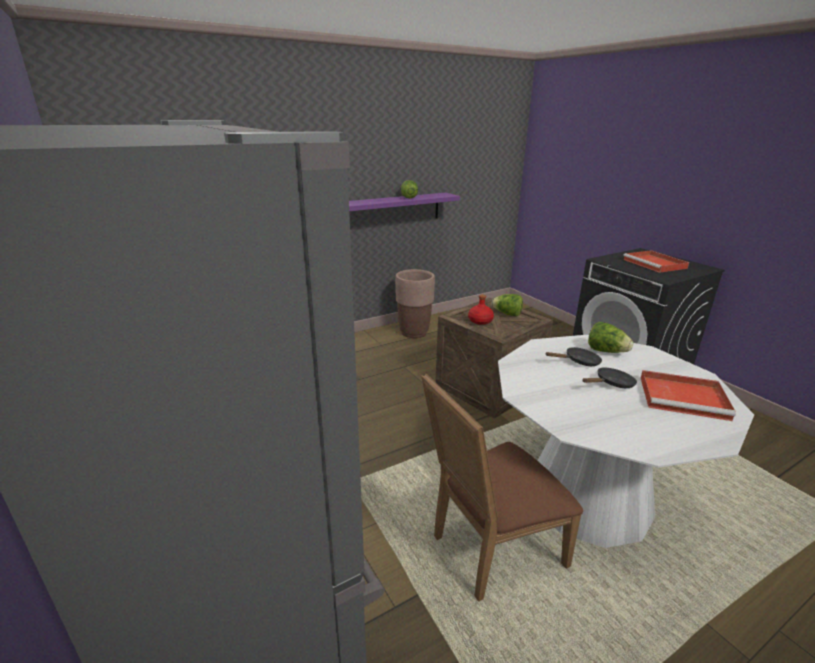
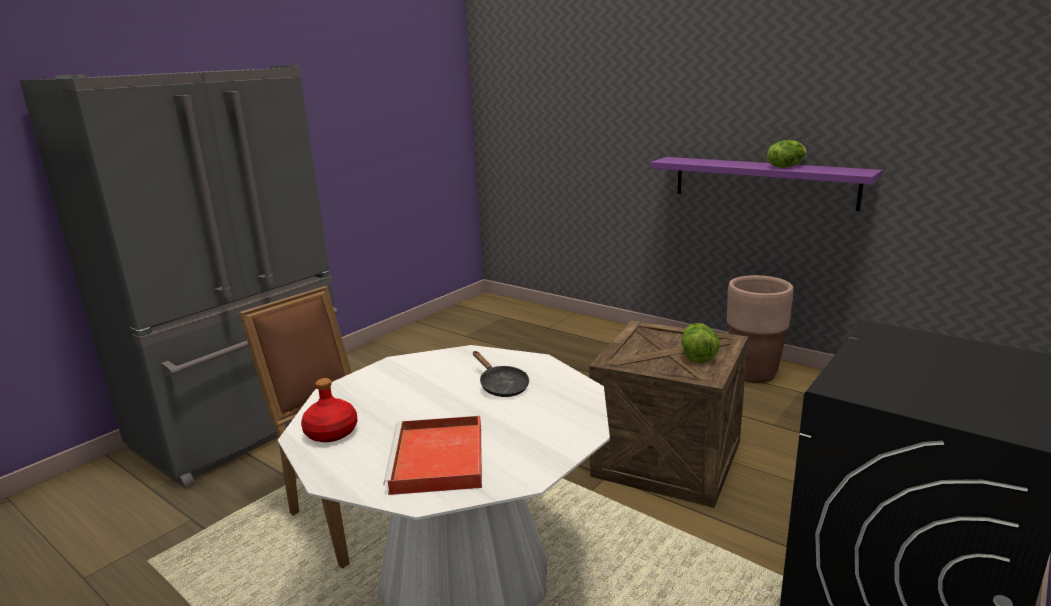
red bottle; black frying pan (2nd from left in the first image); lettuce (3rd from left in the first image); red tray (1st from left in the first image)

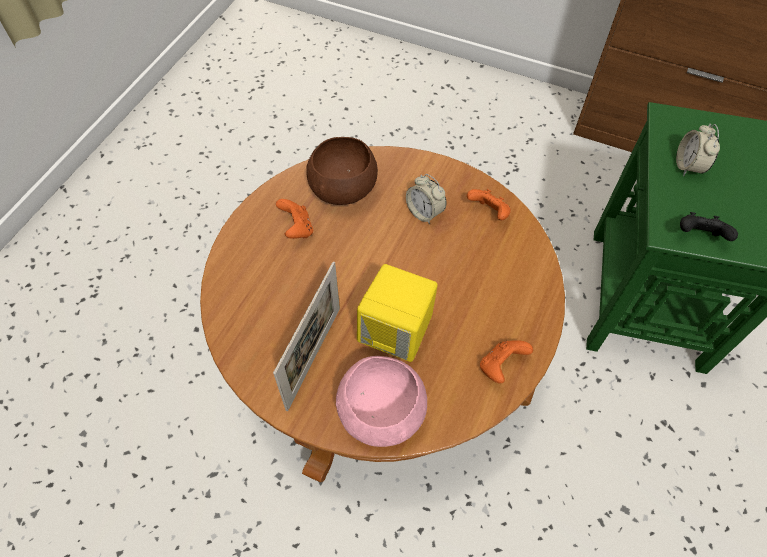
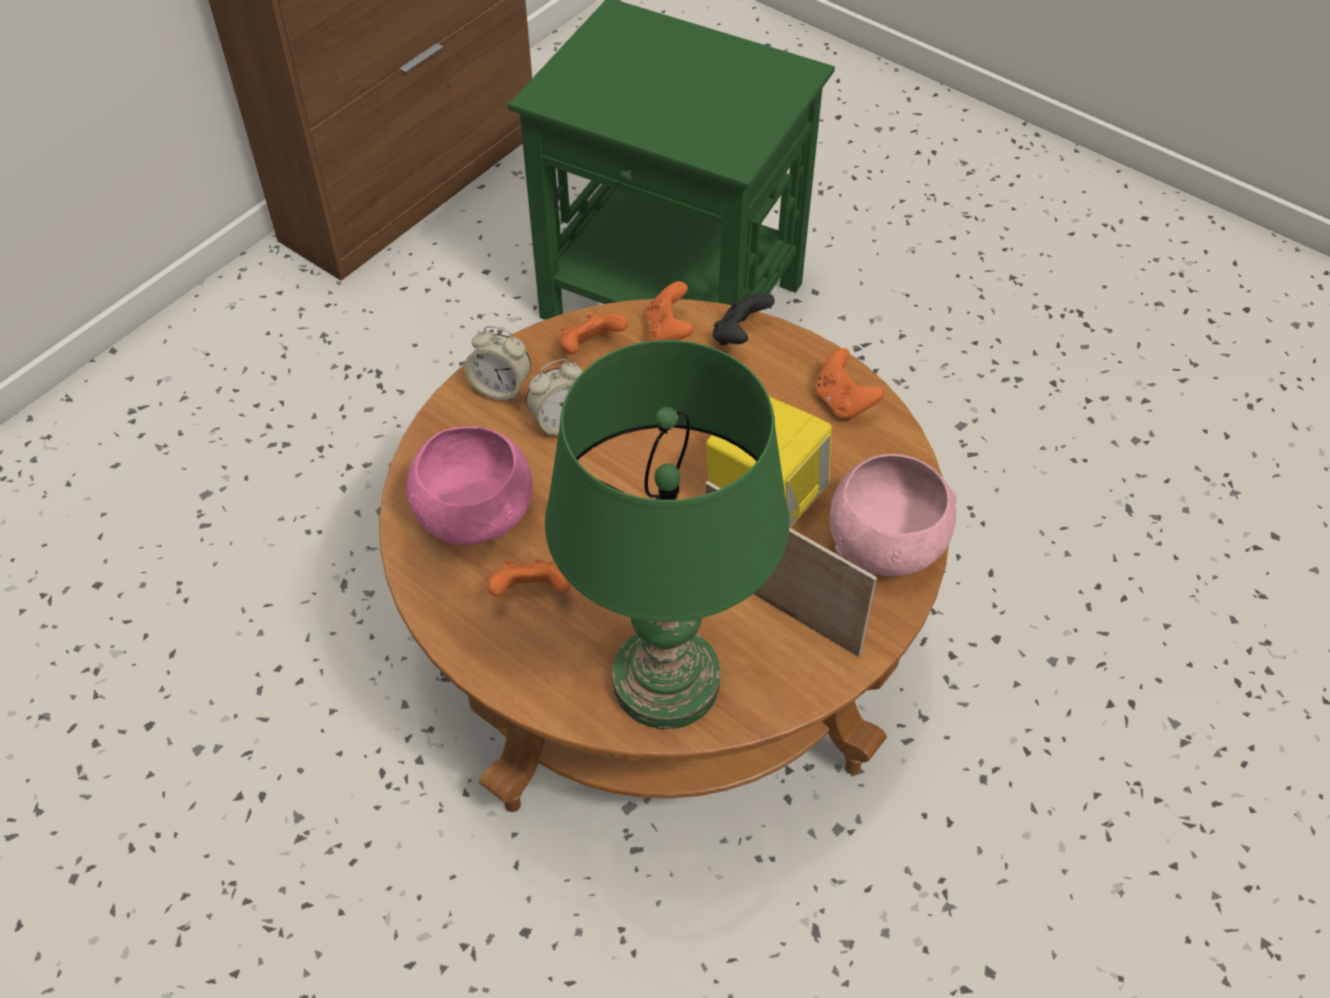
pink bowl (1st from left); alarm clock (1st from left); black game controller; green table lamp; orange game controller (3rd from left)

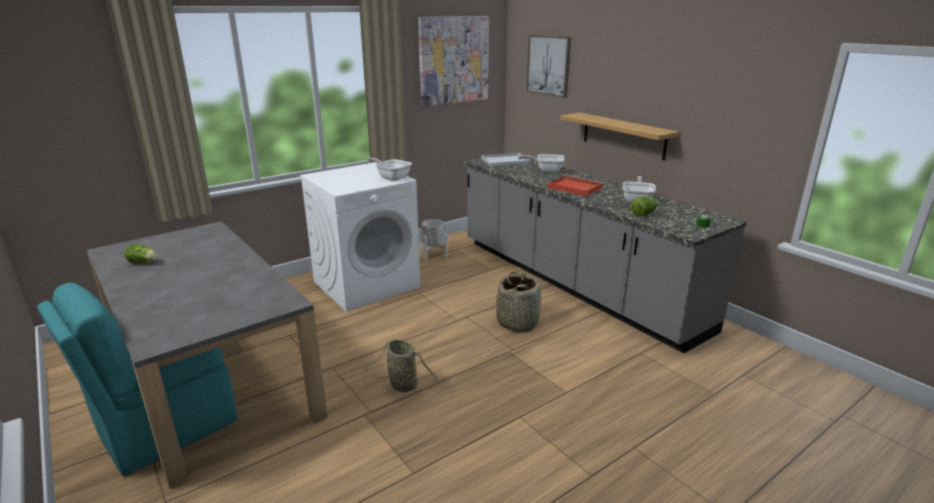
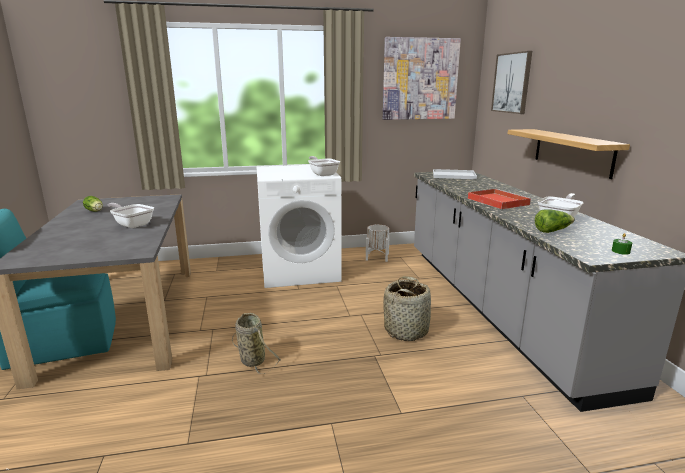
frying pan (1st from left)

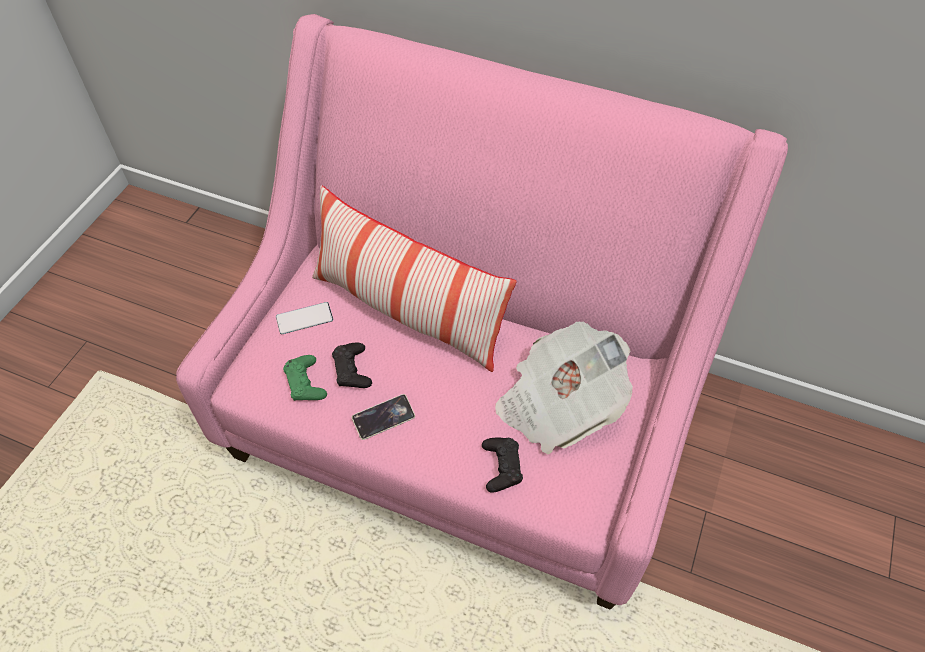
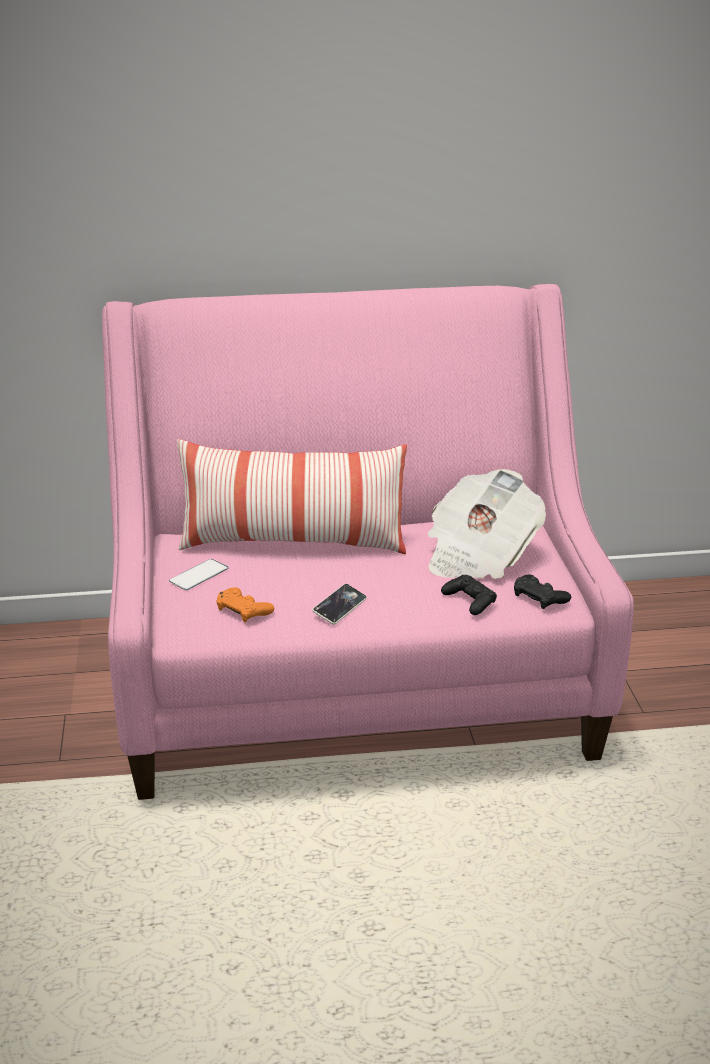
orange game controller; black game controller (2nd from left)

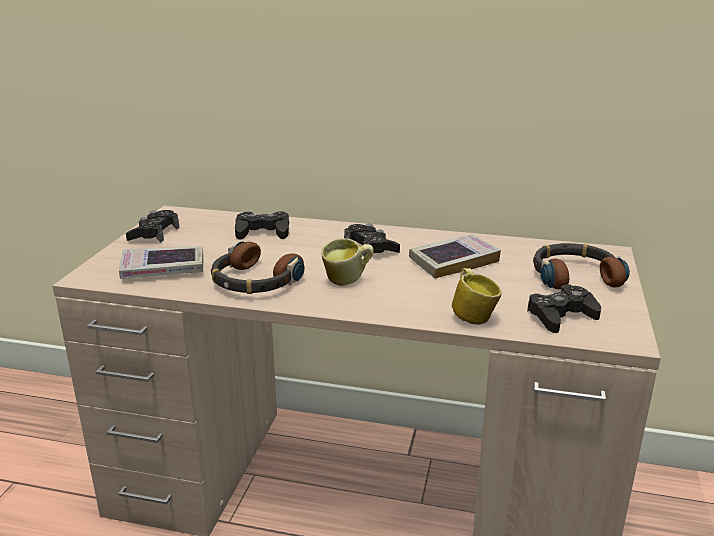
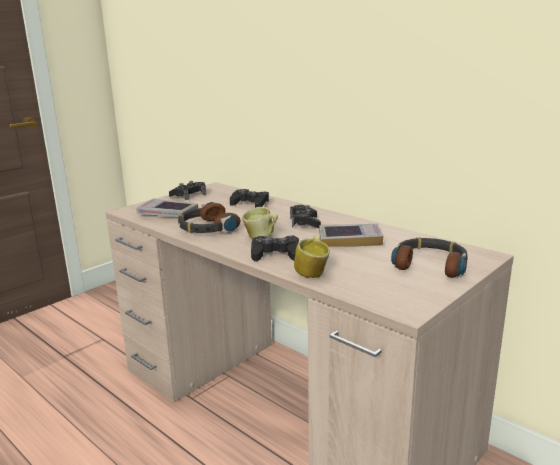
black game controller (3rd from left)

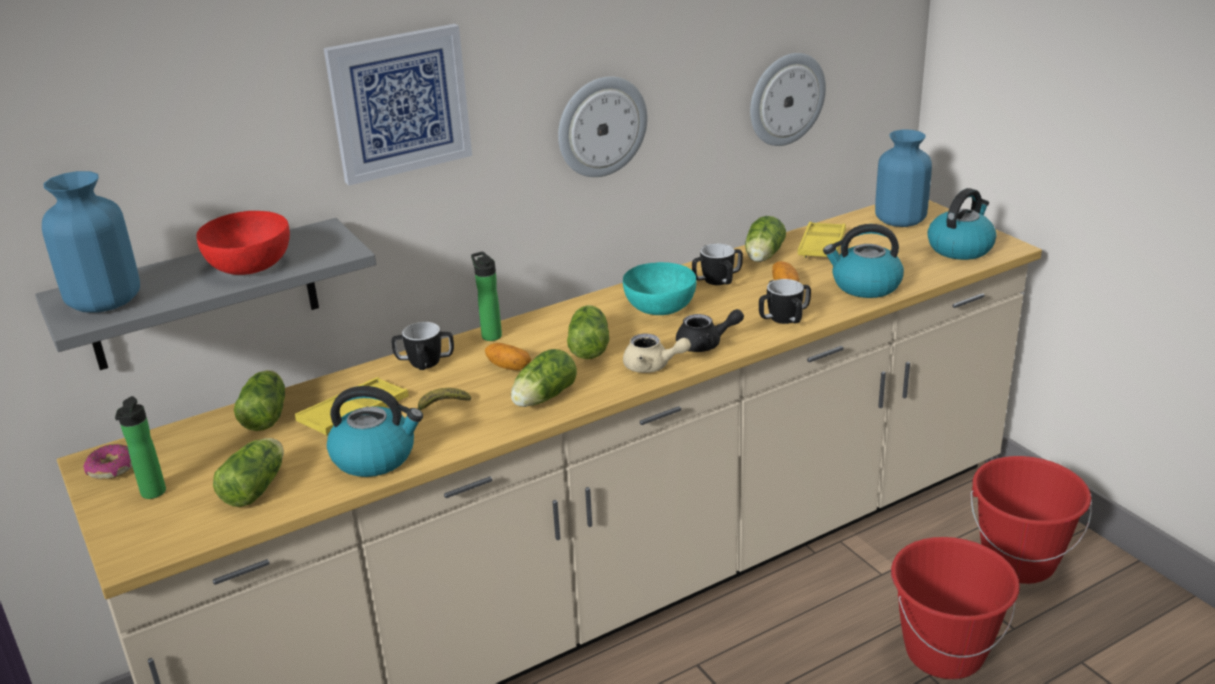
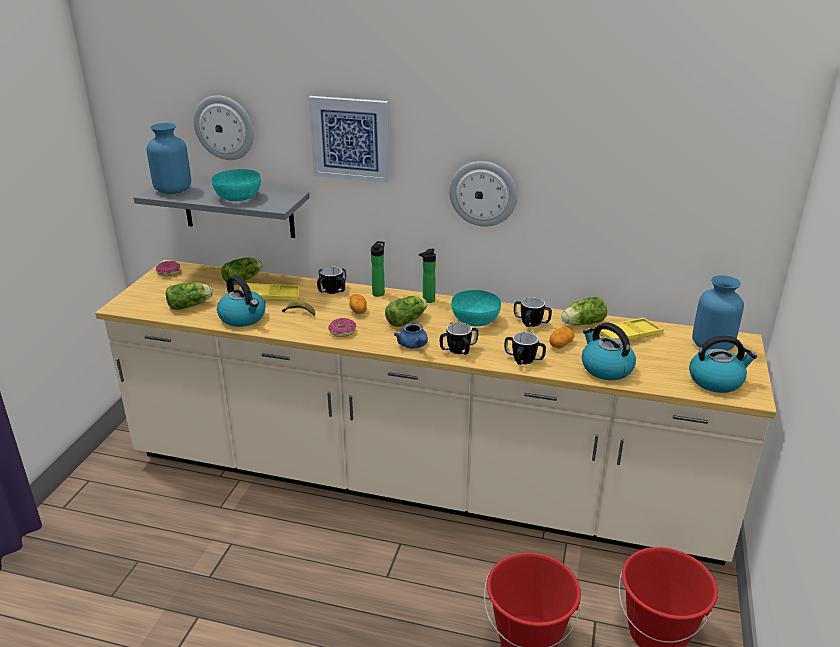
bottle (2nd from left); turquoise bowl (1st from left); donut (2nd from left); blue teapot; mug (2nd from left); wall clock (1st from left)

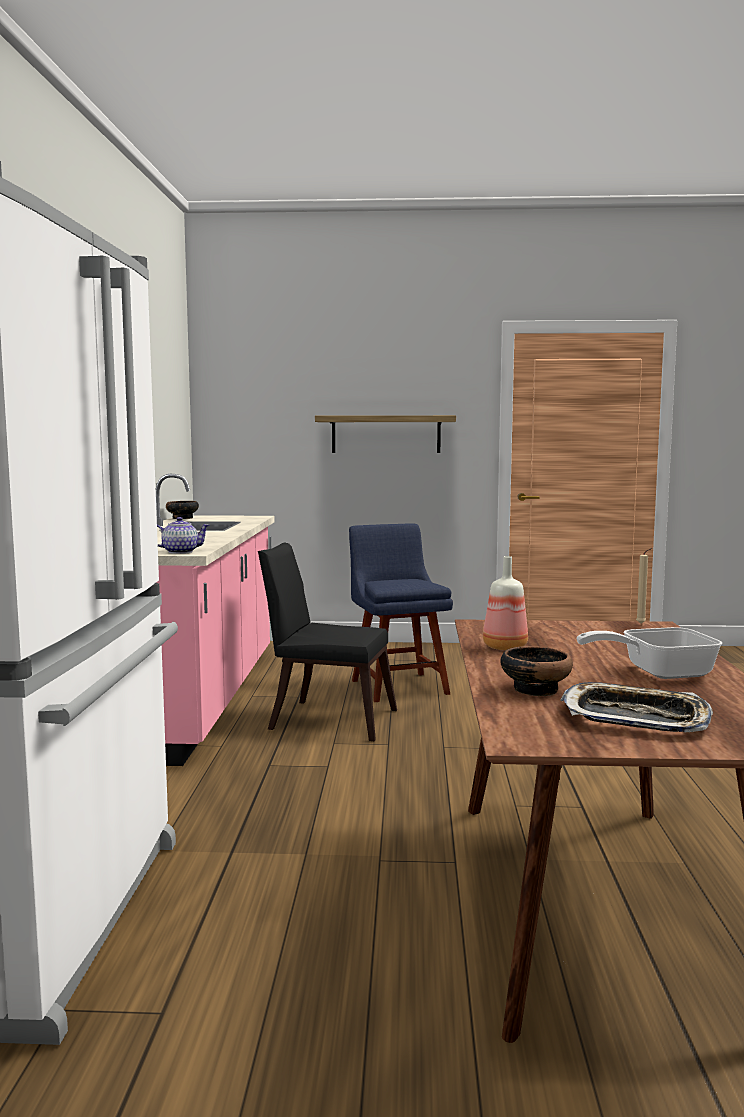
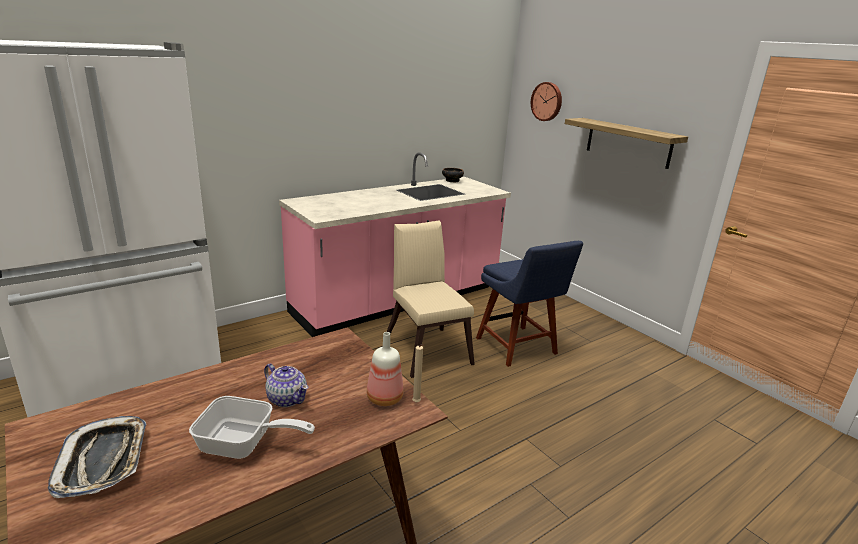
teapot; beige chair; blue chair; bottle; bowl (2nd from left in the first image); frying pan; wall clock

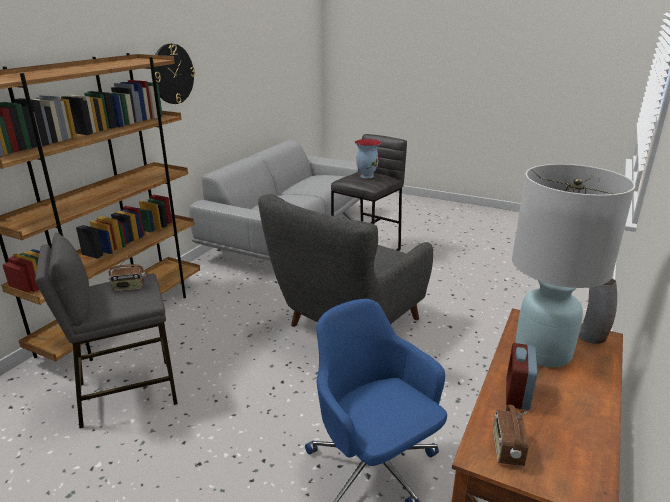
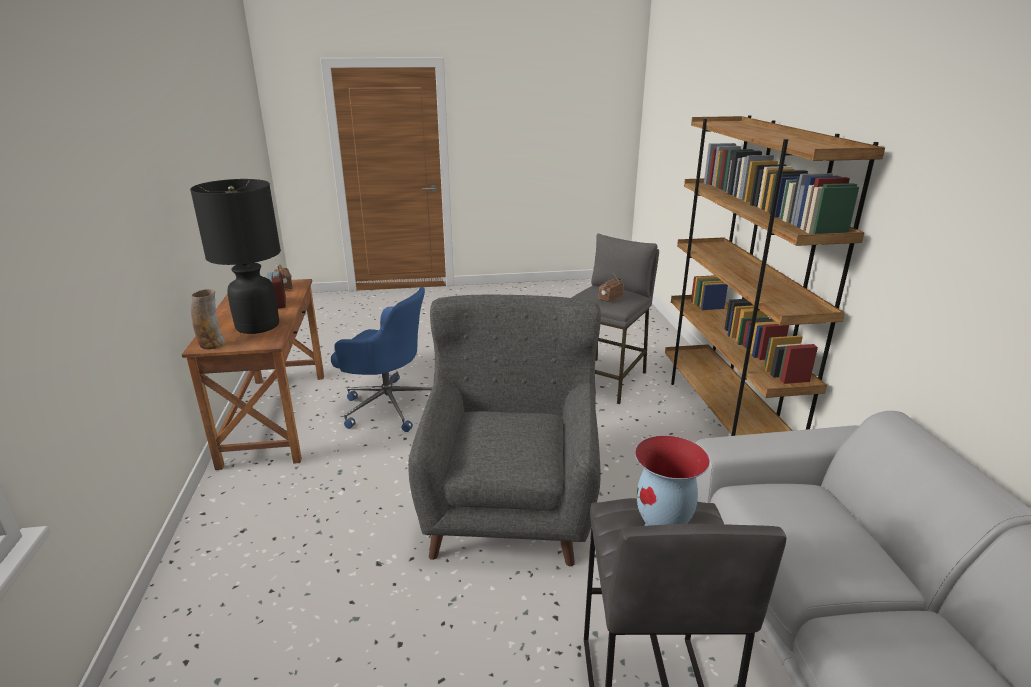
wall clock; black table lamp

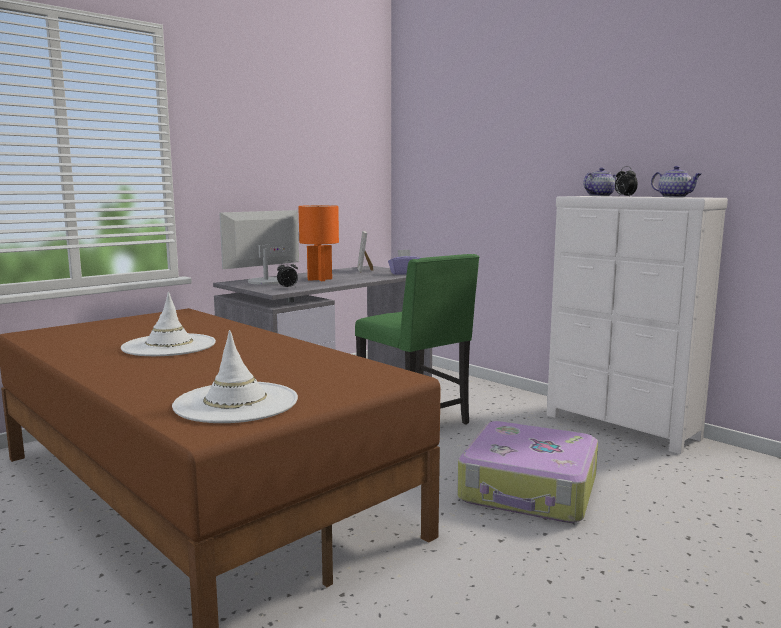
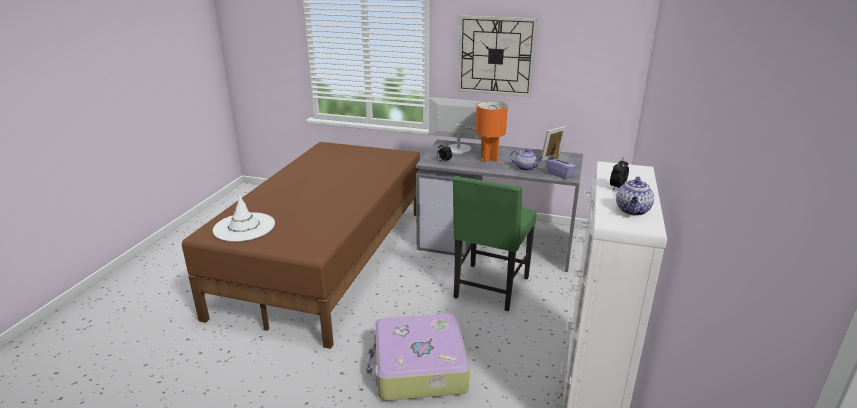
white hat (1st from left in the first image); teapot (1st from left); wall clock

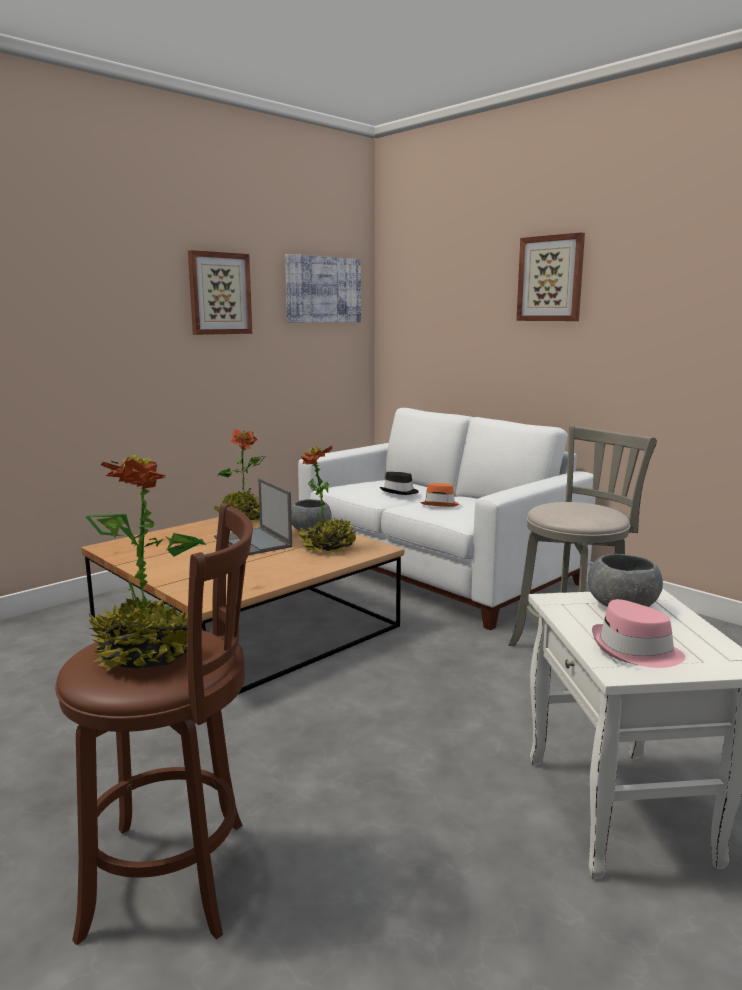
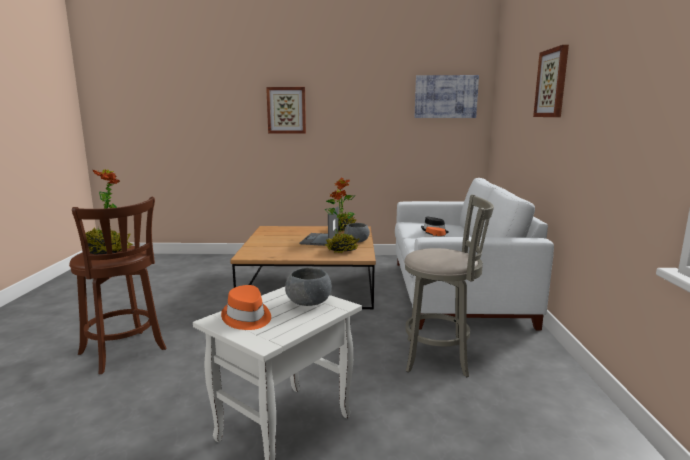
picture (1st from left); orange hat (1st from left)

